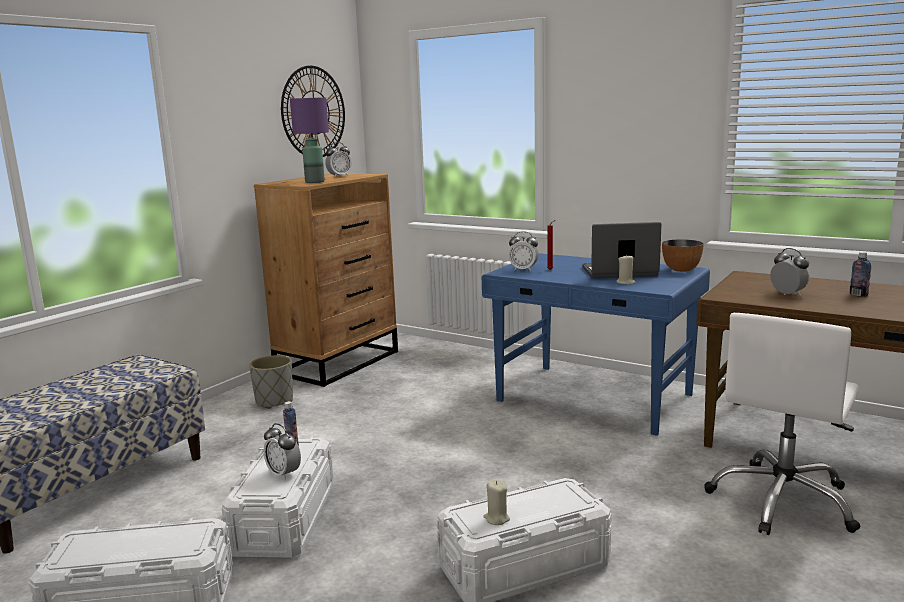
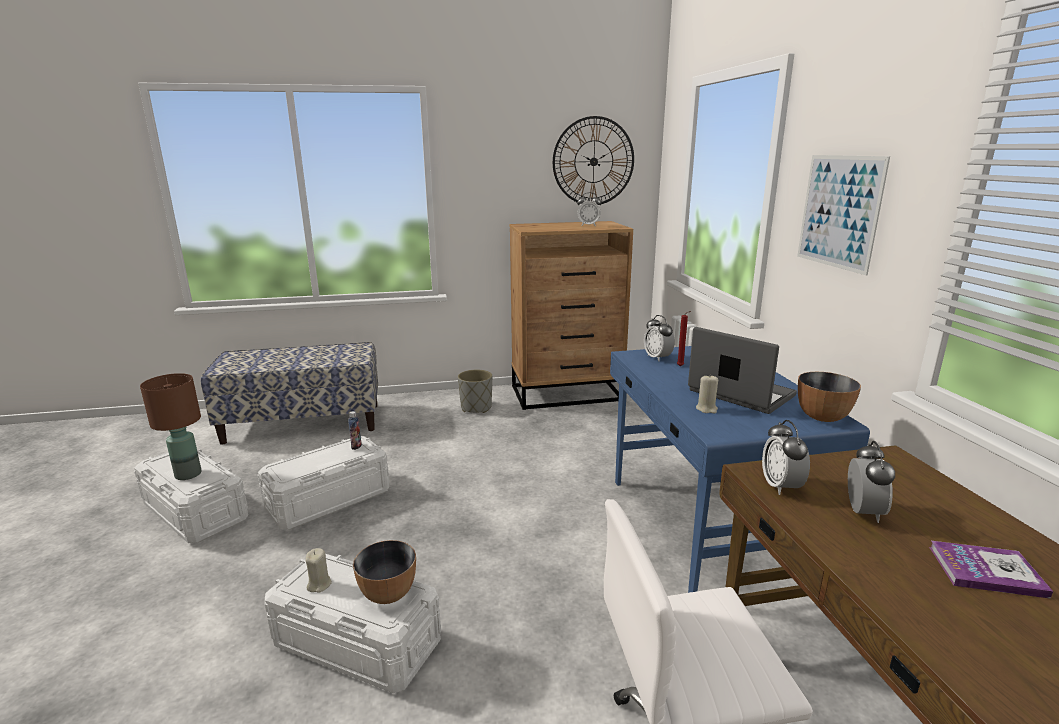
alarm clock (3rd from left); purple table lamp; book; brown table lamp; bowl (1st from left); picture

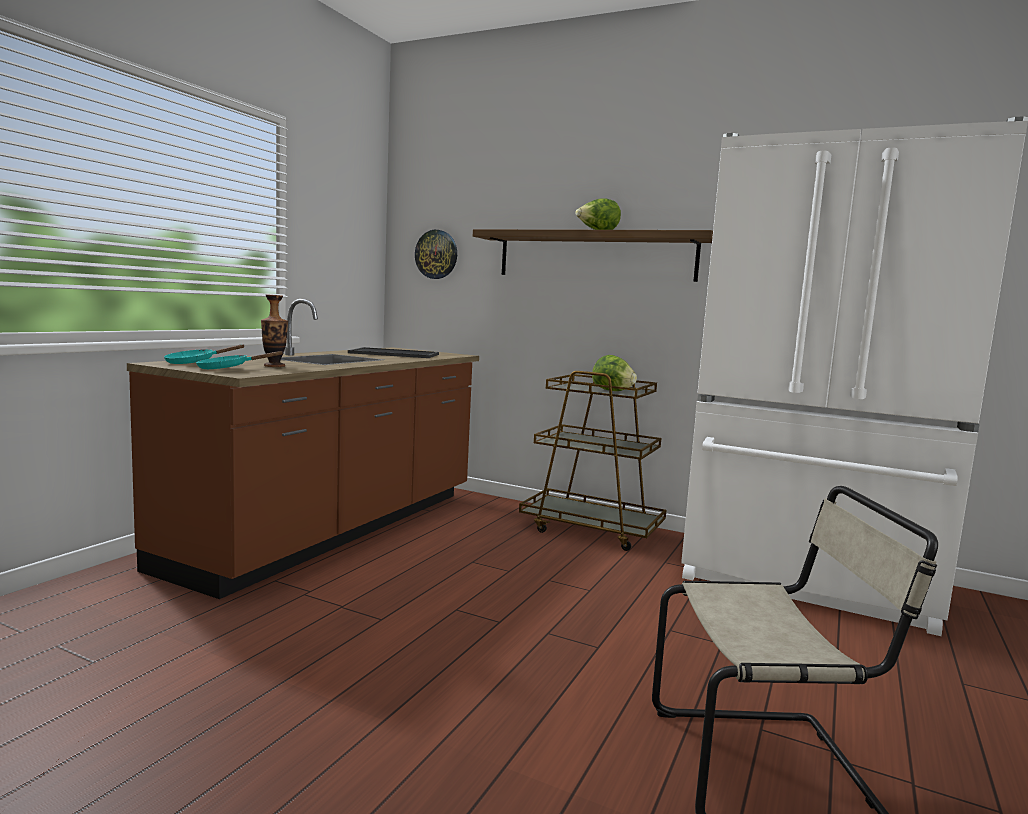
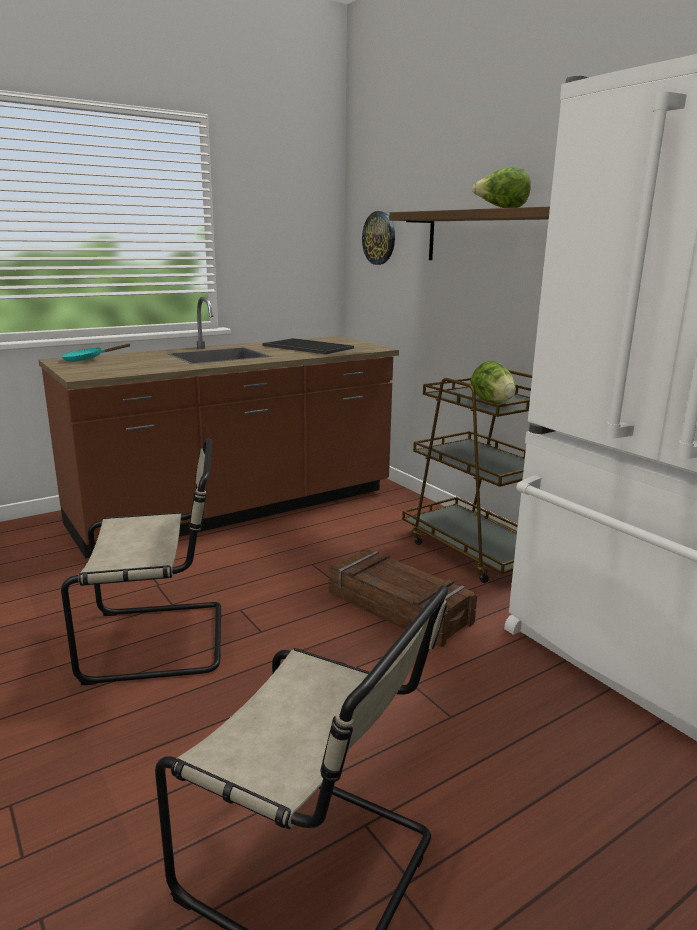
turquoise frying pan (2nd from left in the first image); vase; beige chair (1st from left); crate

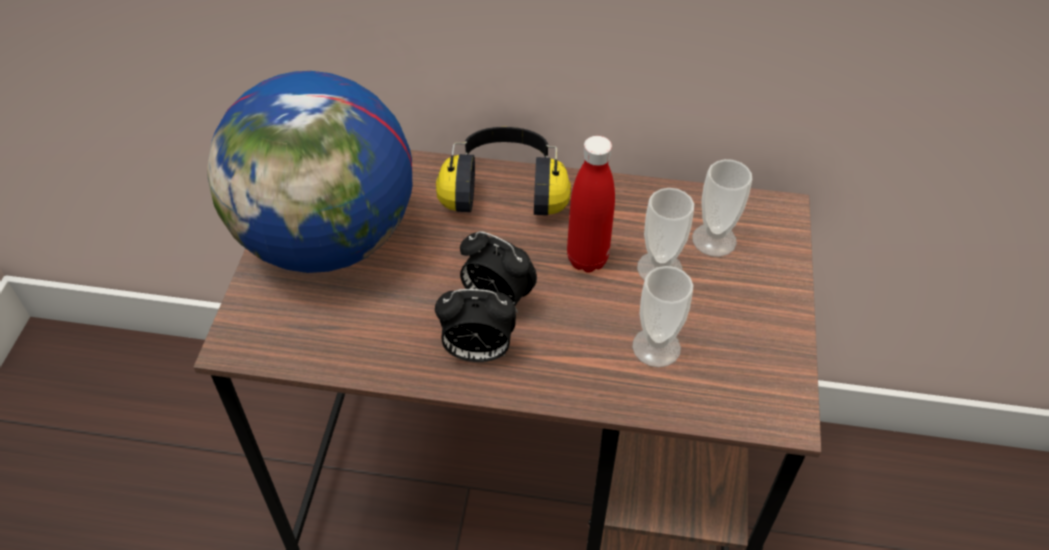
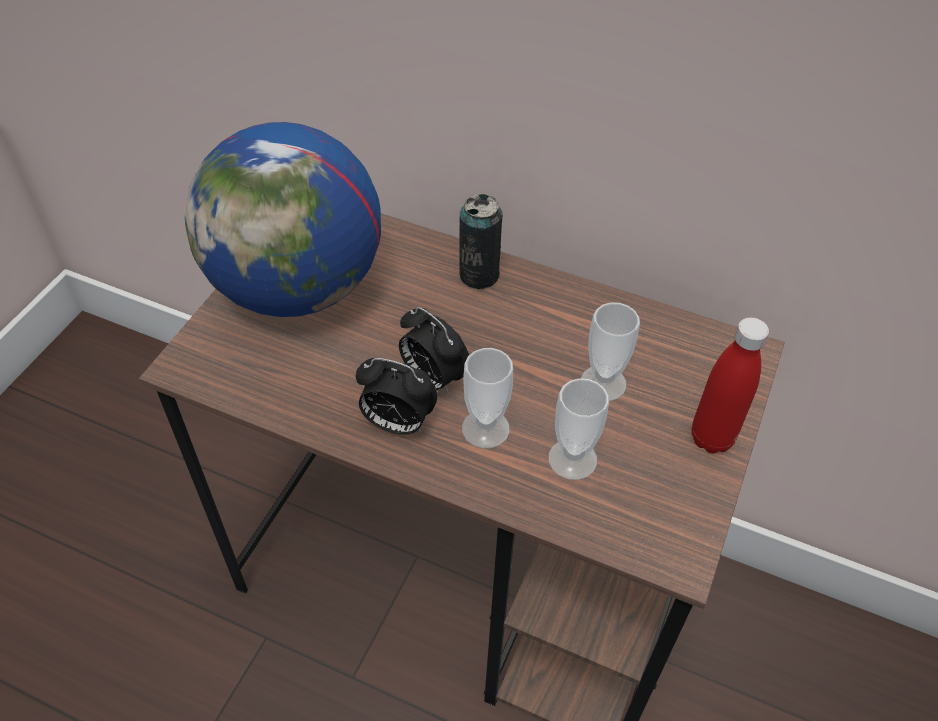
can; red bottle; cup (1st from left)

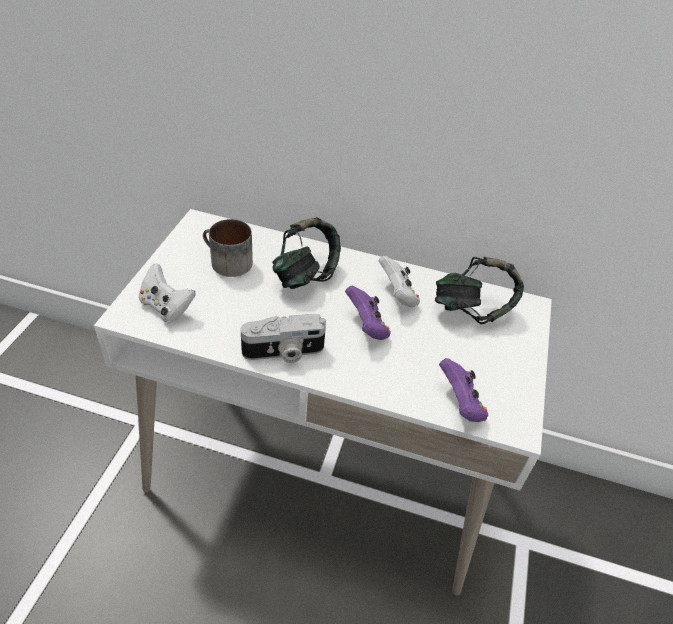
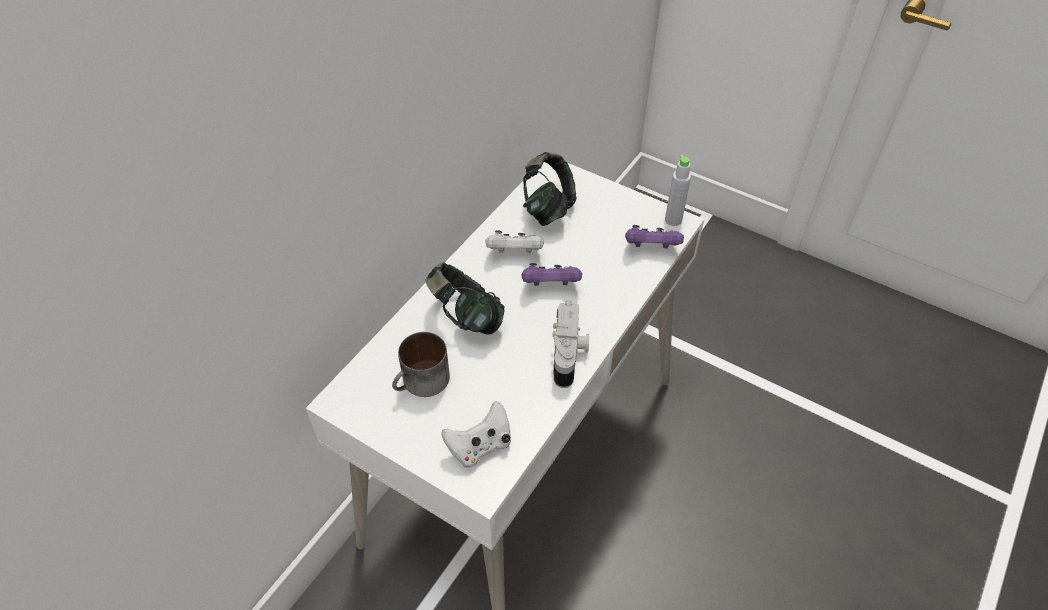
grey bottle

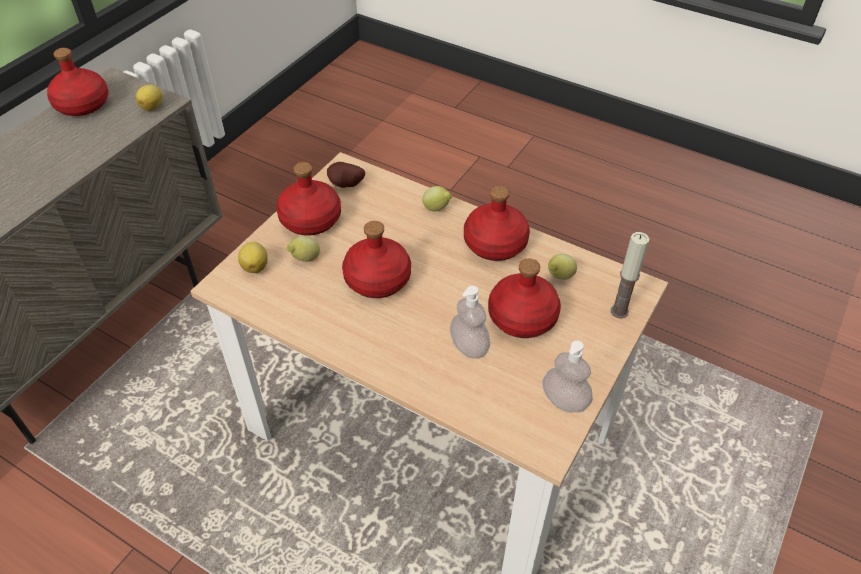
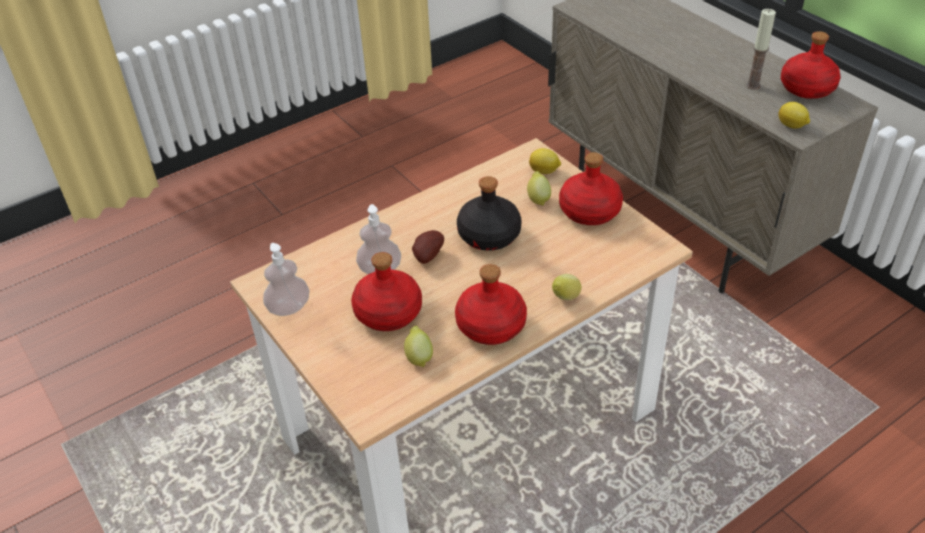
potato; black bottle; candle

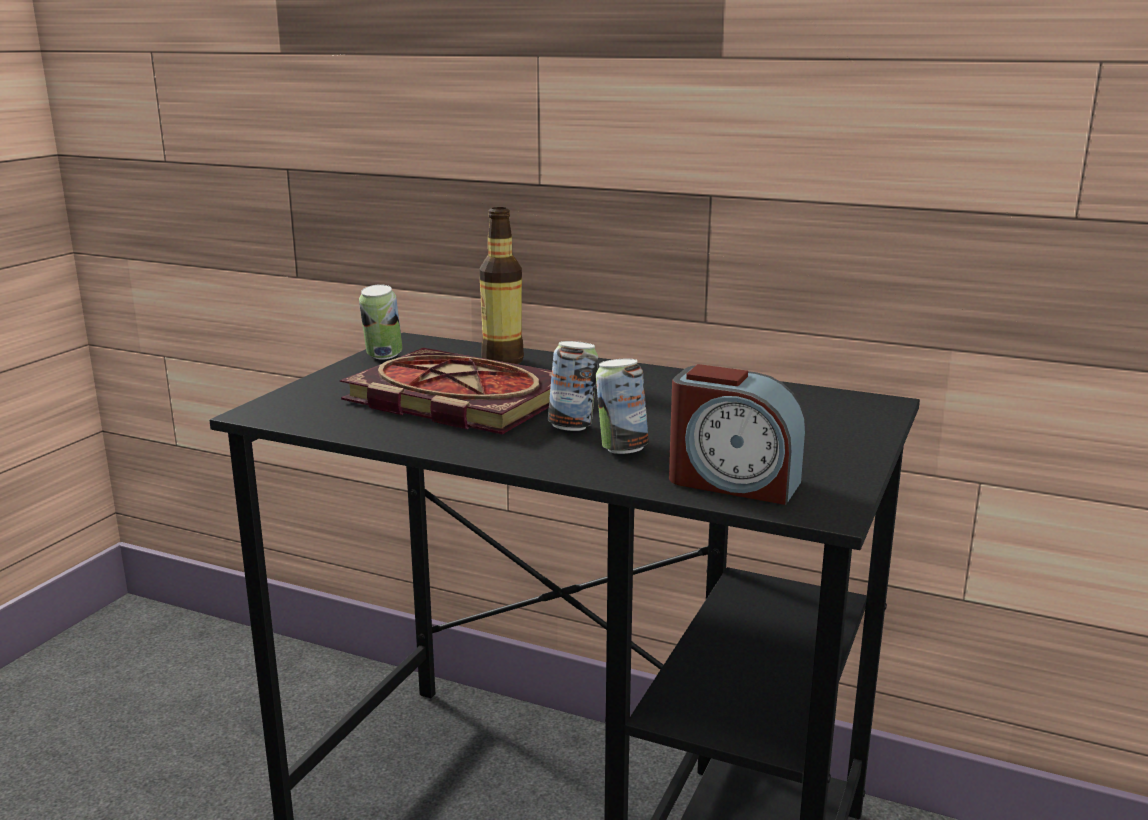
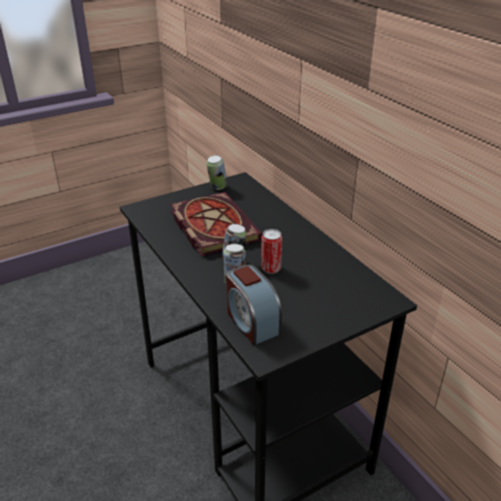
bottle; can (4th from left)

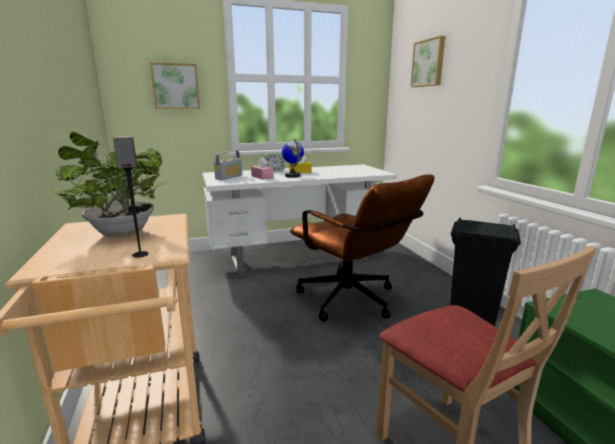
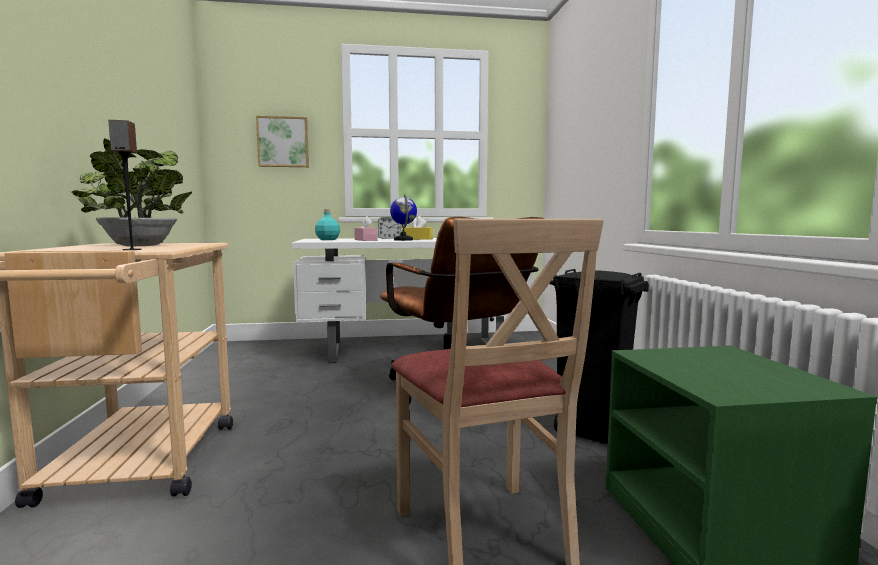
turquoise bottle; picture (2nd from left in the first image)

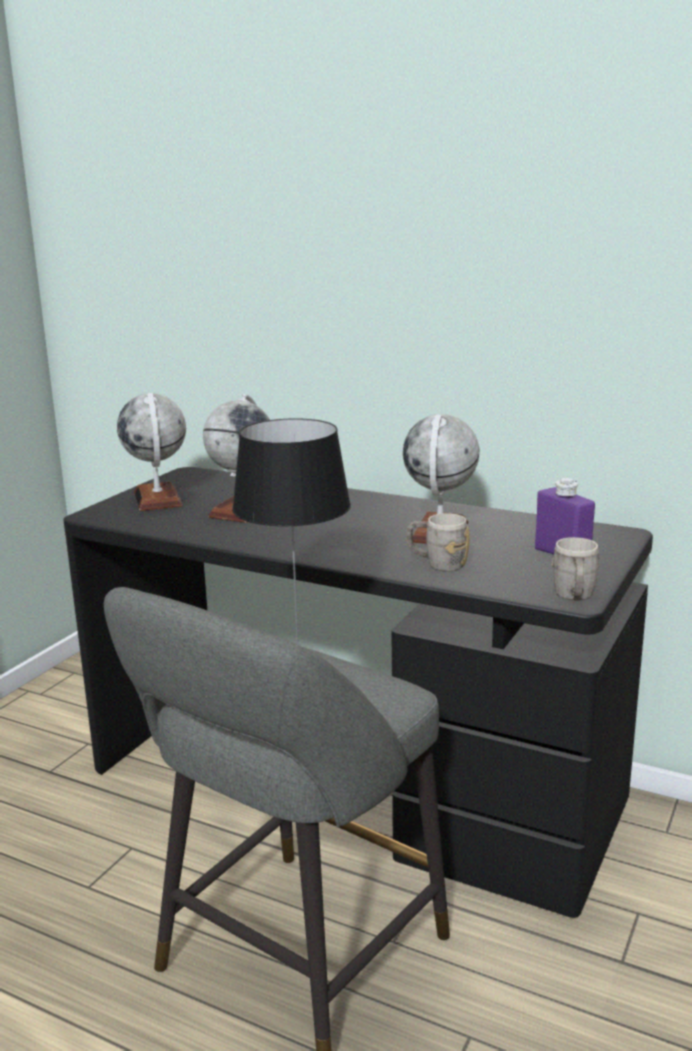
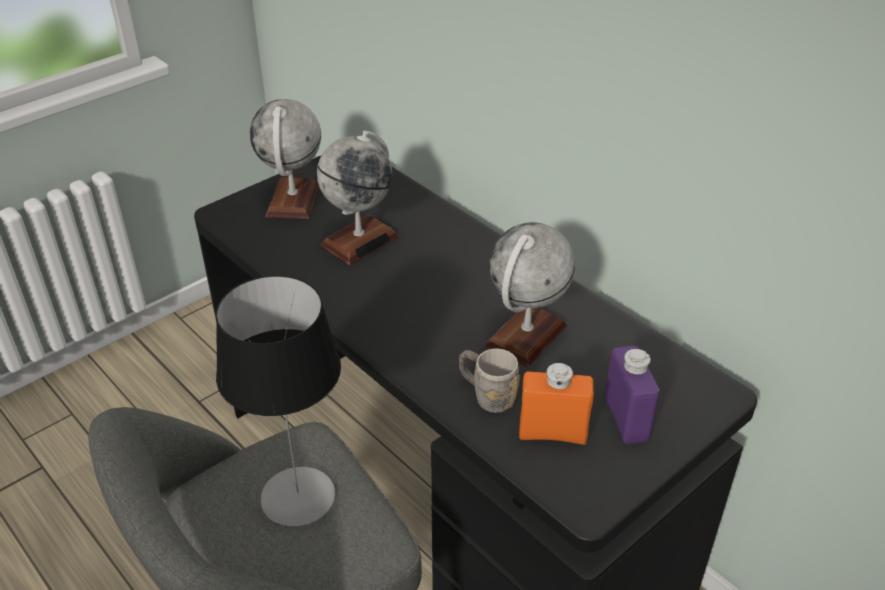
grey mug (2nd from left in the first image); orange bottle

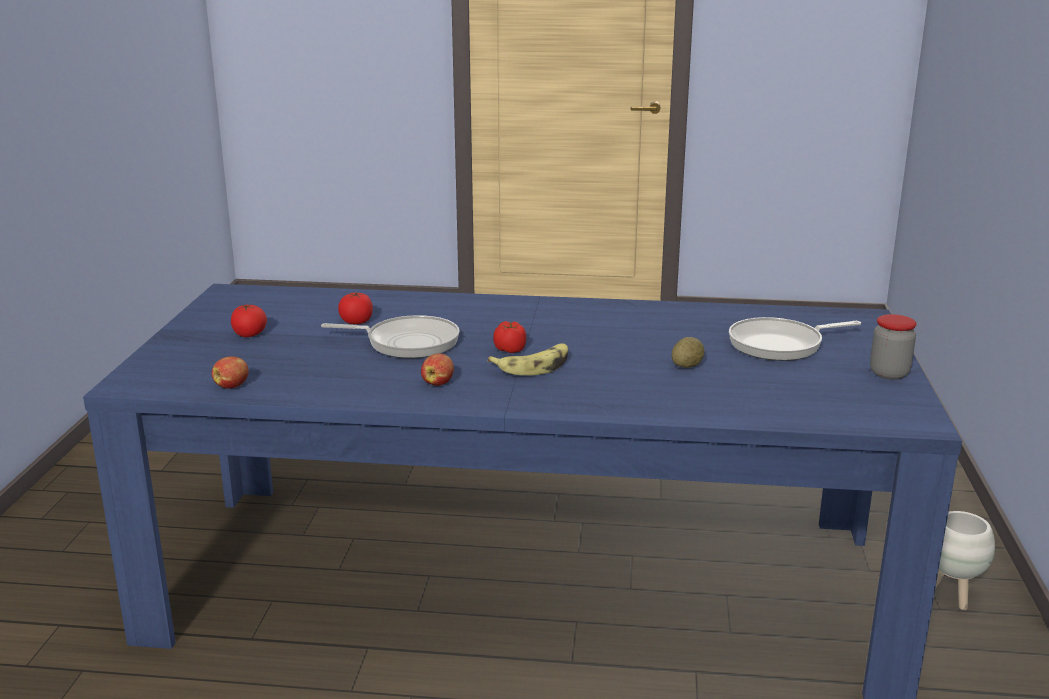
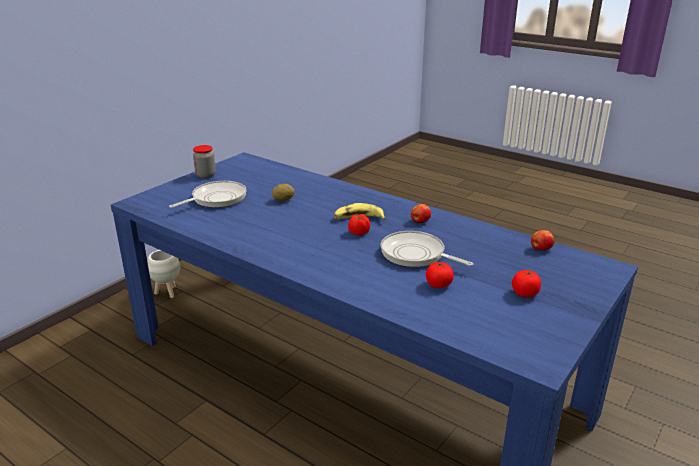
frying pan (1st from left)

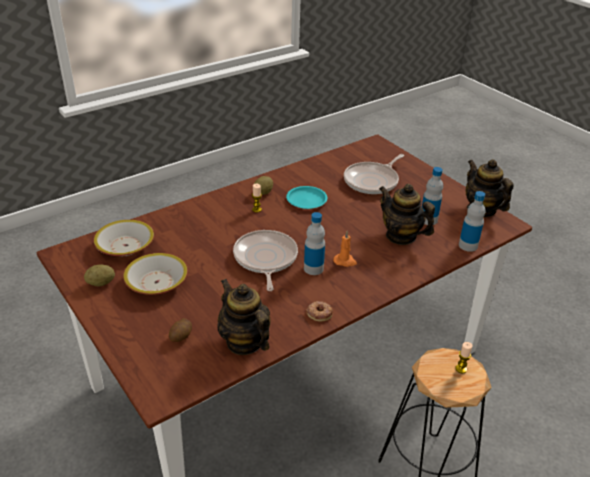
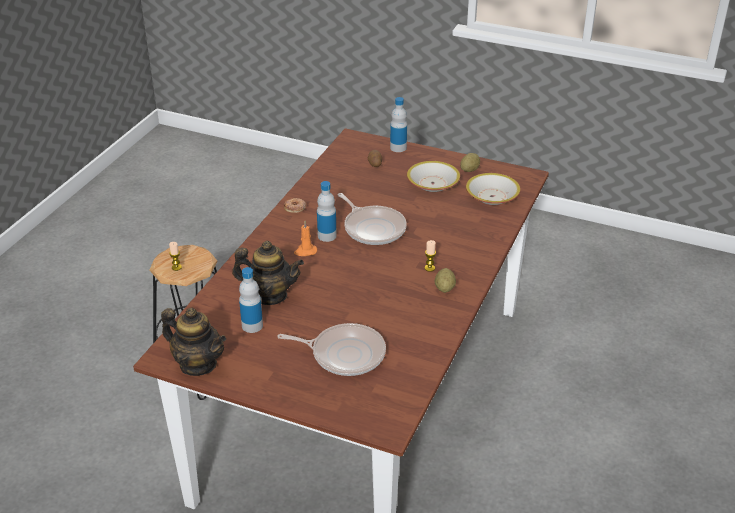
teapot (1st from left in the first image); turquoise plate; frying pan (1st from left); bottle (3rd from left)

